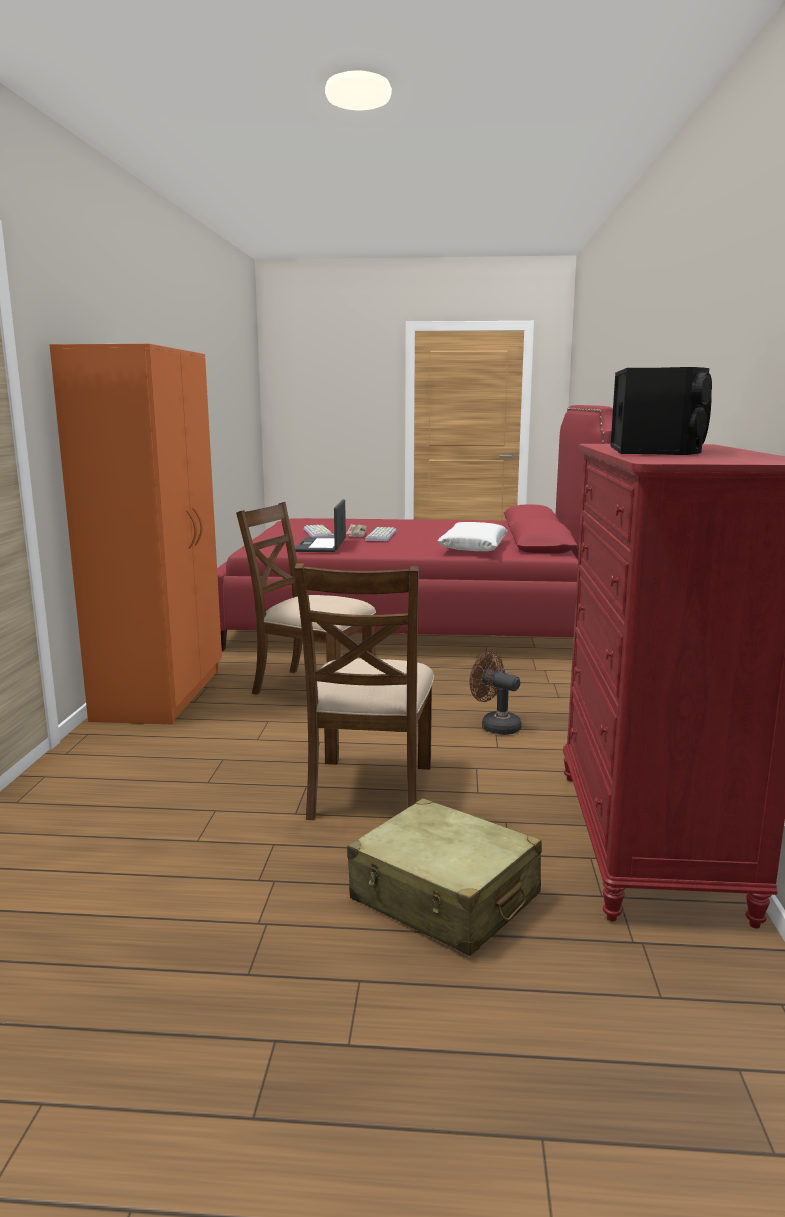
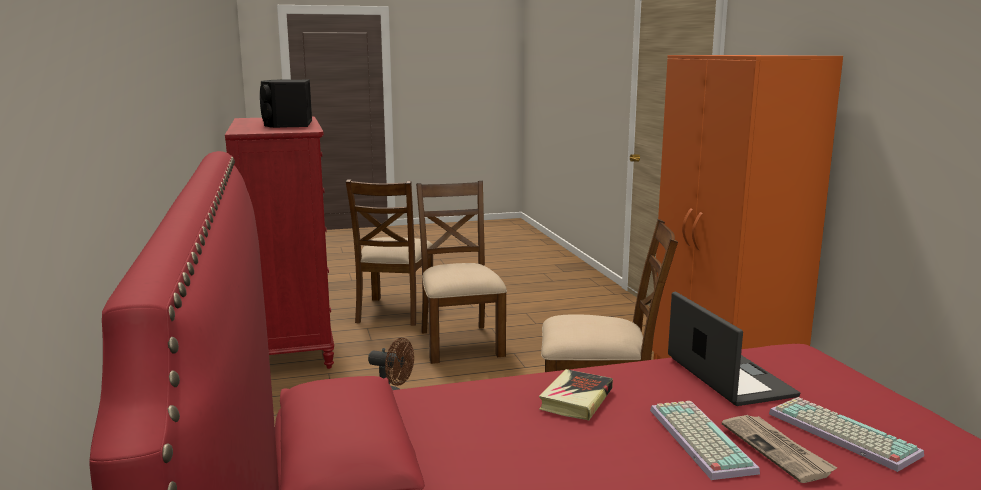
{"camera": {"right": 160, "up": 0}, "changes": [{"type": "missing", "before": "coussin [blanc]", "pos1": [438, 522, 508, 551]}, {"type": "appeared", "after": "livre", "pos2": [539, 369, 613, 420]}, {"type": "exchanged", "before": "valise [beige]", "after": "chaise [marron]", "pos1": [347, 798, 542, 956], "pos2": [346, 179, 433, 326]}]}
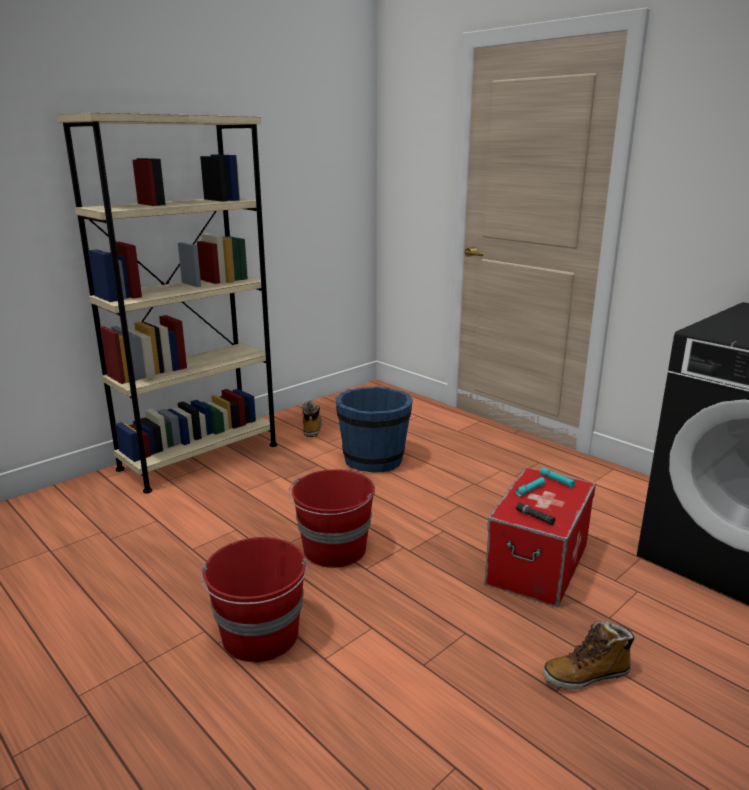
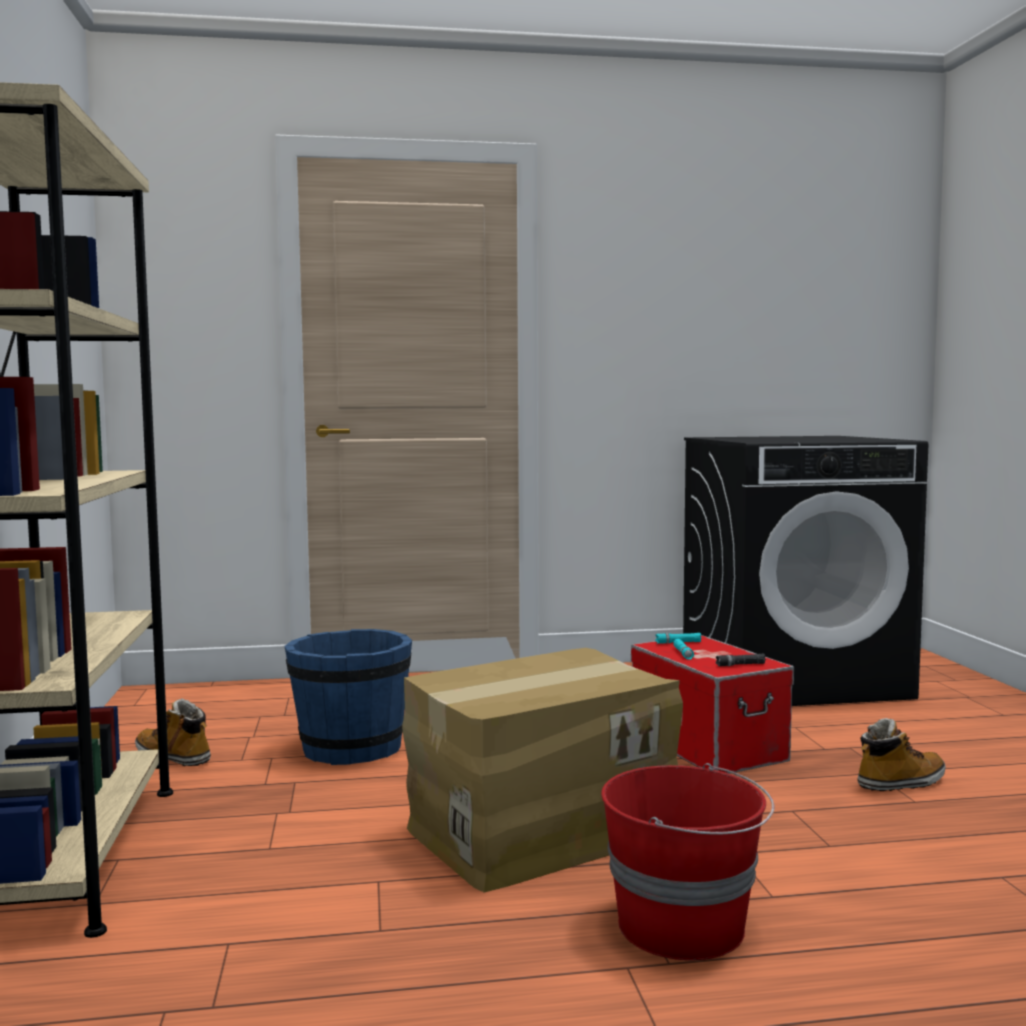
{"camera": {"right": -55, "up": -15}, "changes": [{"type": "exchanged", "before": "seau [rouge]", "after": "carton", "pos1": [288, 469, 375, 568], "pos2": [402, 648, 683, 893]}, {"type": "spun", "before": "botte", "pos1": [543, 621, 635, 690], "pos2": [857, 718, 946, 791], "turn": -135}]}
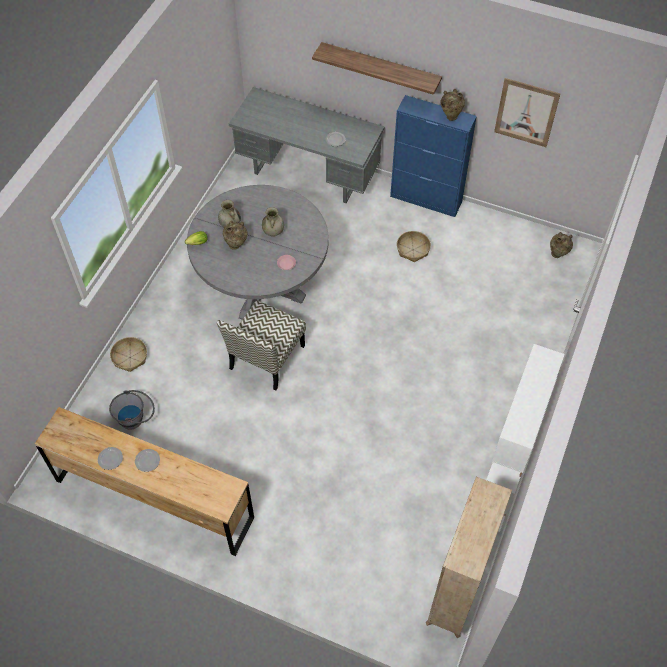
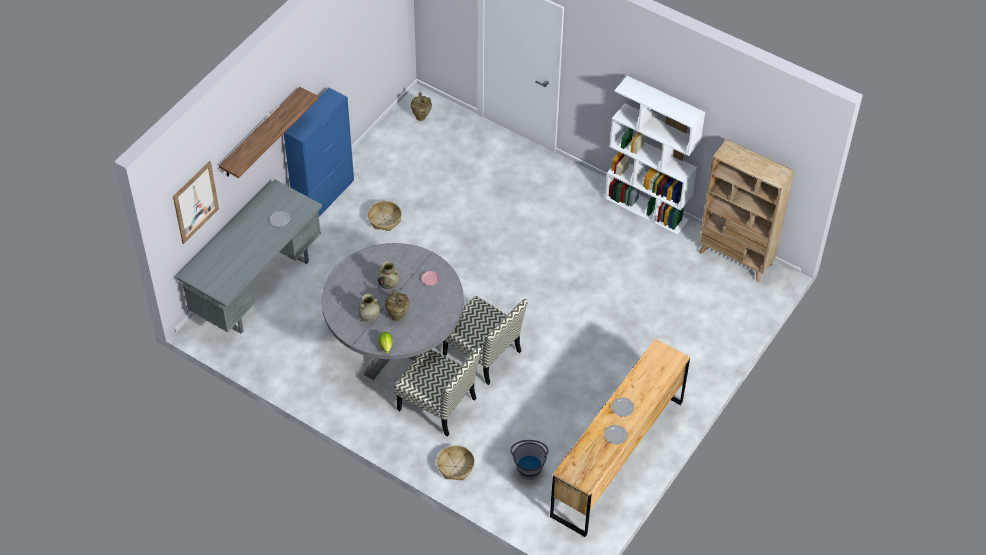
{"camera": {"right": -80, "up": -5}, "changes": [{"type": "missing", "before": "vase [beige]", "pos1": [441, 89, 465, 121]}, {"type": "appeared", "after": "chaise", "pos2": [394, 346, 481, 437]}, {"type": "relocated", "before": "tableau", "pos1": [494, 78, 560, 147], "pos2": [173, 161, 219, 244]}]}
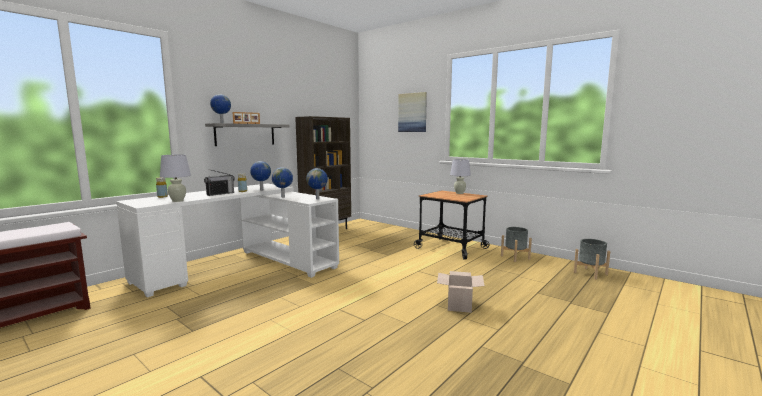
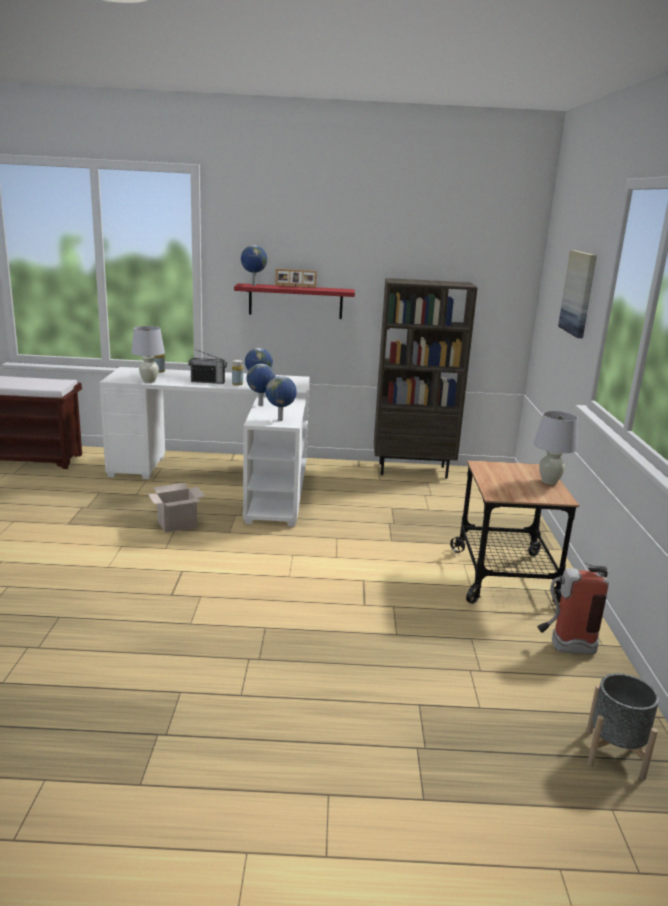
{"camera": {"right": 50, "up": 10}, "changes": [{"type": "relocated", "before": "carton", "pos1": [437, 271, 485, 313], "pos2": [148, 483, 205, 533]}, {"type": "exchanged", "before": "cache-pot [gris]", "after": "extincteur", "pos1": [501, 227, 532, 262], "pos2": [537, 562, 609, 655]}, {"type": "colour", "before": "étagère [gris]", "after": "étagère [rouge]", "pos1": [205, 123, 290, 146], "pos2": [234, 283, 355, 319]}]}
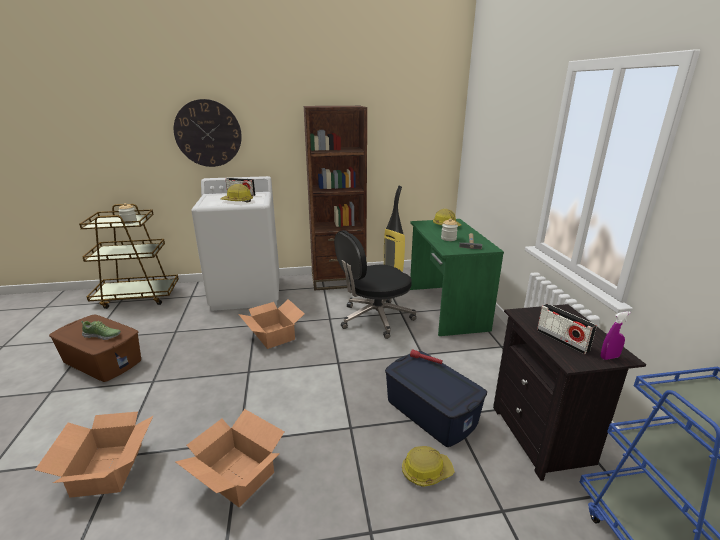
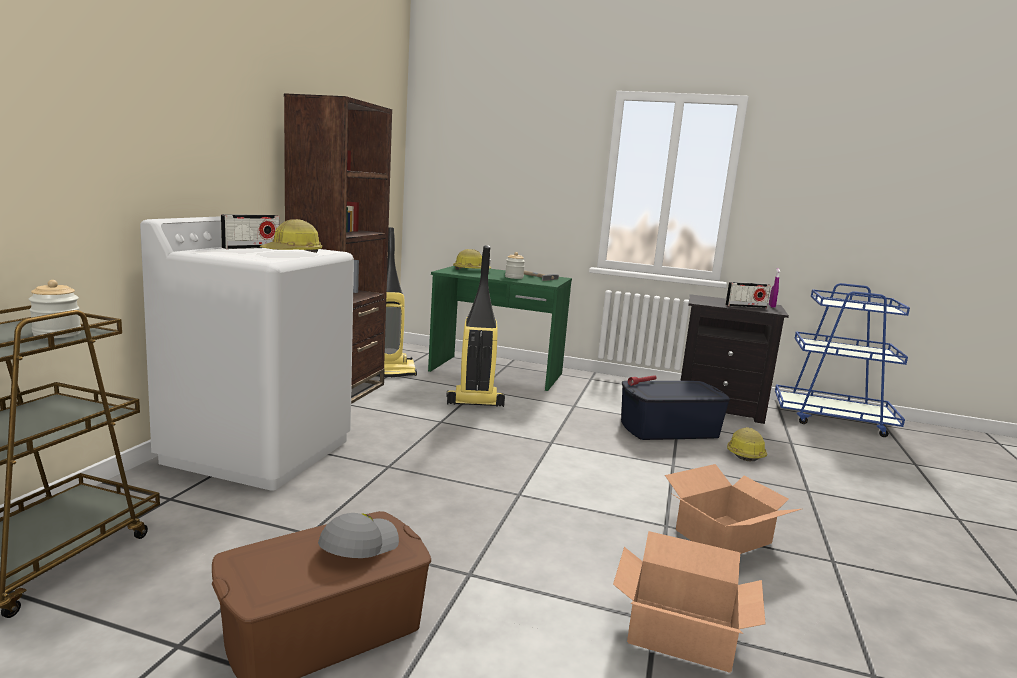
{"camera": {"right": -65, "up": -10}, "changes": [{"type": "missing", "before": "horloge murale", "pos1": [174, 99, 242, 167]}, {"type": "missing", "before": "carton", "pos1": [238, 299, 304, 349]}, {"type": "exchanged", "before": "chaussure", "after": "casquette [gris]", "pos1": [81, 321, 121, 340], "pos2": [318, 513, 399, 558]}, {"type": "exchanged", "before": "chaise de bureau [noir]", "after": "aspirateur", "pos1": [334, 230, 416, 339], "pos2": [446, 245, 505, 407]}]}
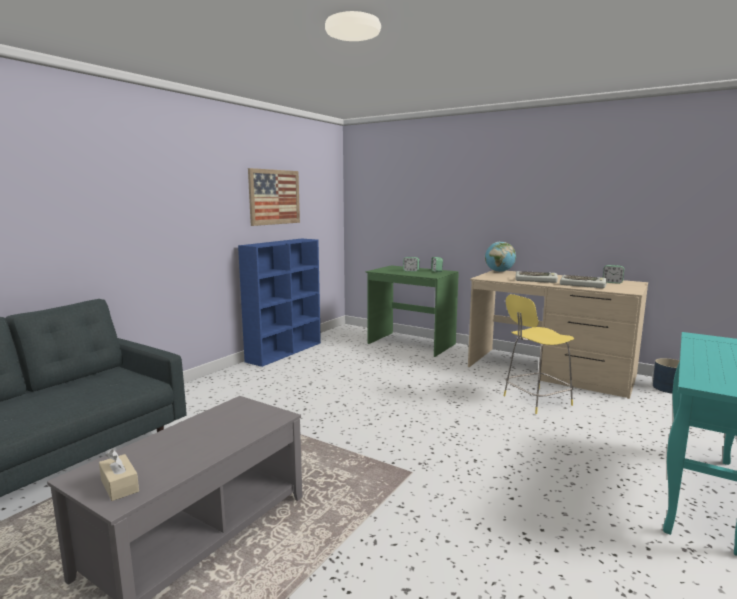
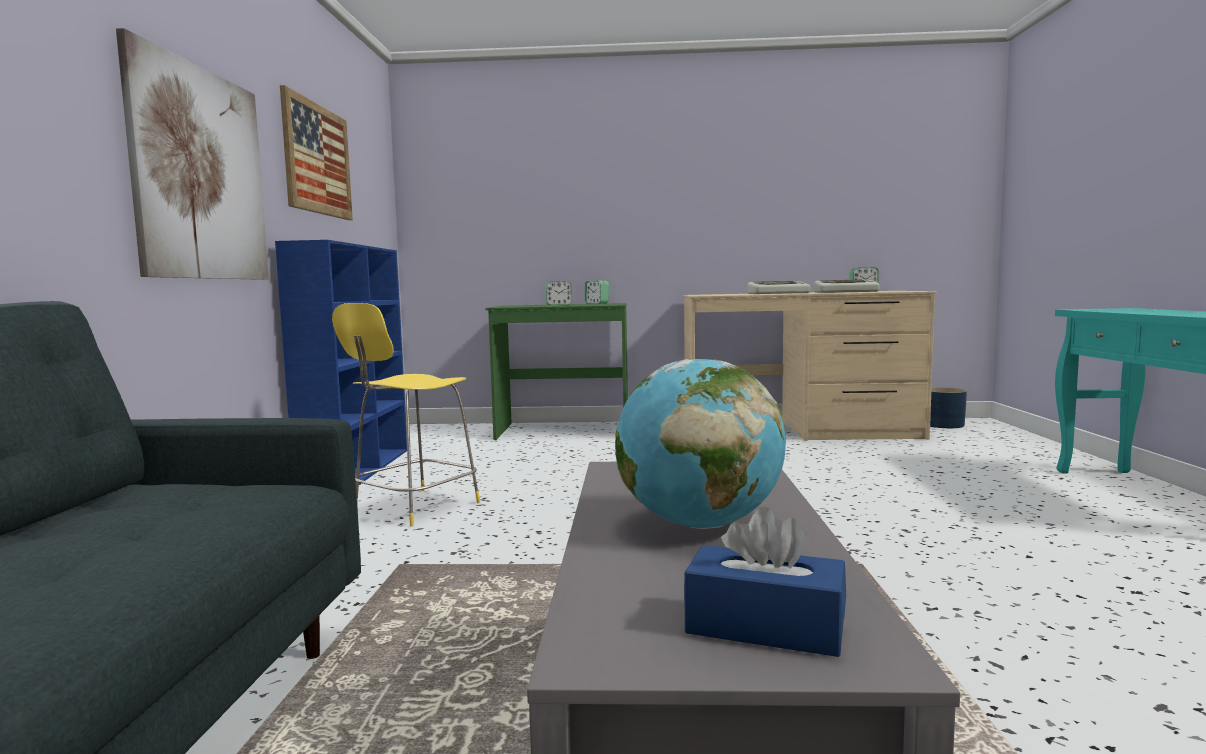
{"camera": {"right": -30, "up": -5}, "changes": [{"type": "appeared", "after": "tableau", "pos2": [116, 28, 269, 280]}, {"type": "relocated", "before": "globe", "pos1": [485, 242, 516, 272], "pos2": [615, 359, 786, 529]}, {"type": "relocated", "before": "tabouret [jaune]", "pos1": [504, 294, 574, 414], "pos2": [332, 303, 480, 527]}, {"type": "colour", "before": "boîte à mouchoirs [beige]", "after": "boîte à mouchoirs [bleu]", "pos1": [99, 449, 139, 501], "pos2": [684, 506, 846, 657]}]}
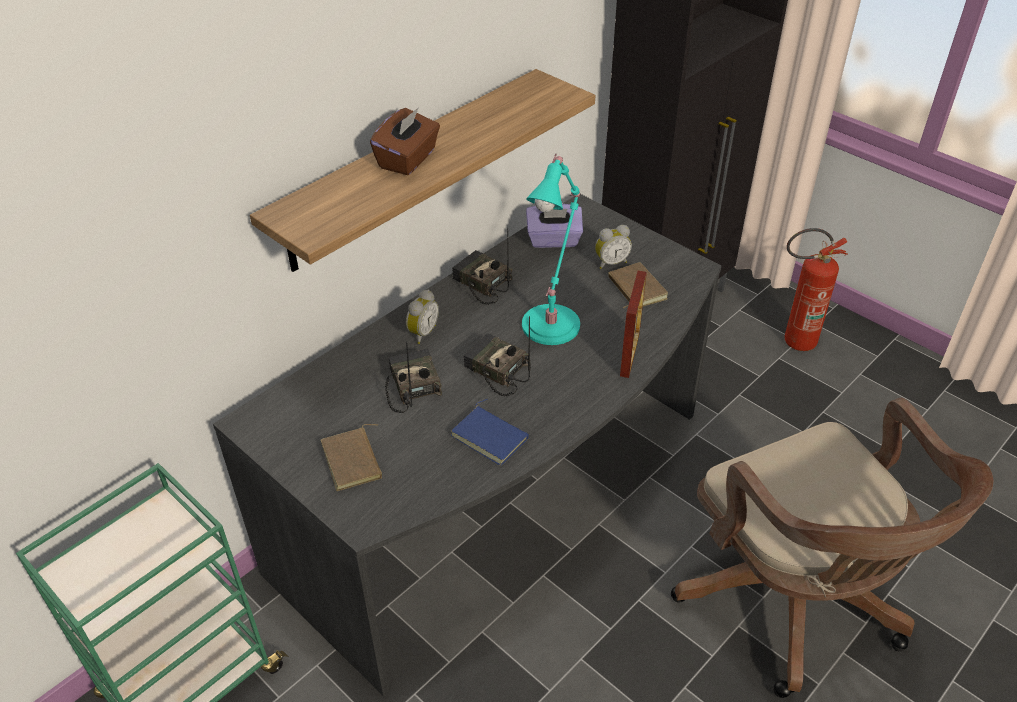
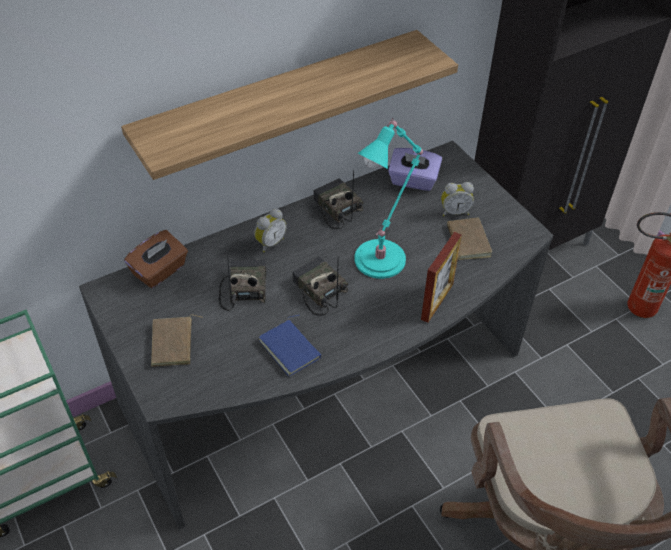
{"camera": {"right": 15, "up": 5}, "changes": [{"type": "relocated", "before": "boîte à mouchoirs [marron]", "pos1": [370, 107, 440, 175], "pos2": [124, 230, 188, 288]}]}
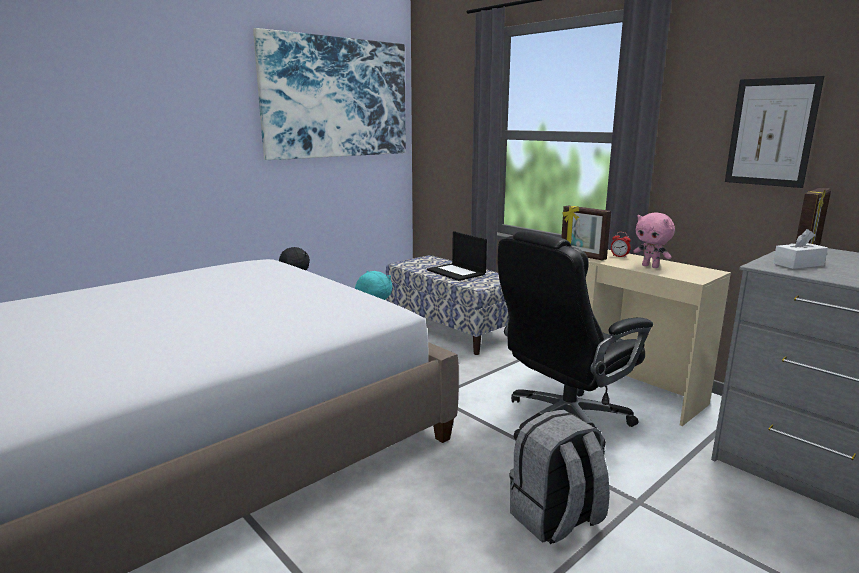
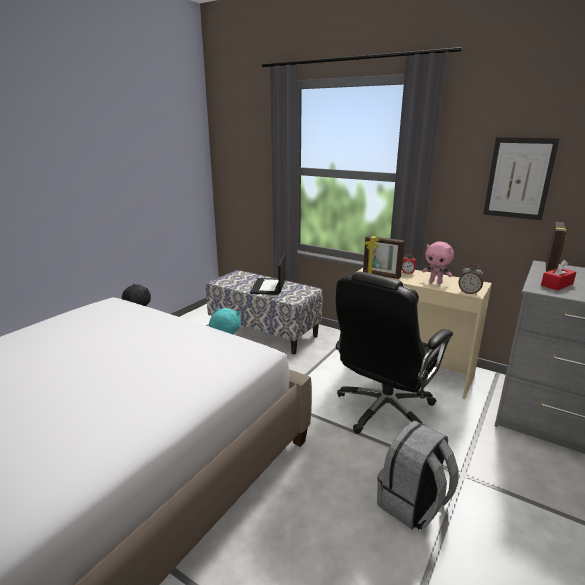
{"camera": {"right": -15, "up": 5}, "changes": [{"type": "missing", "before": "tableau", "pos1": [253, 28, 406, 160]}, {"type": "appeared", "after": "réveil", "pos2": [459, 265, 484, 295]}, {"type": "colour", "before": "boîte à mouchoirs [blanc]", "after": "boîte à mouchoirs [rouge]", "pos1": [773, 229, 828, 269], "pos2": [541, 260, 576, 290]}, {"type": "spun", "before": "ordinateur portable", "pos1": [427, 231, 487, 281], "pos2": [250, 253, 286, 295], "turn": 60}]}
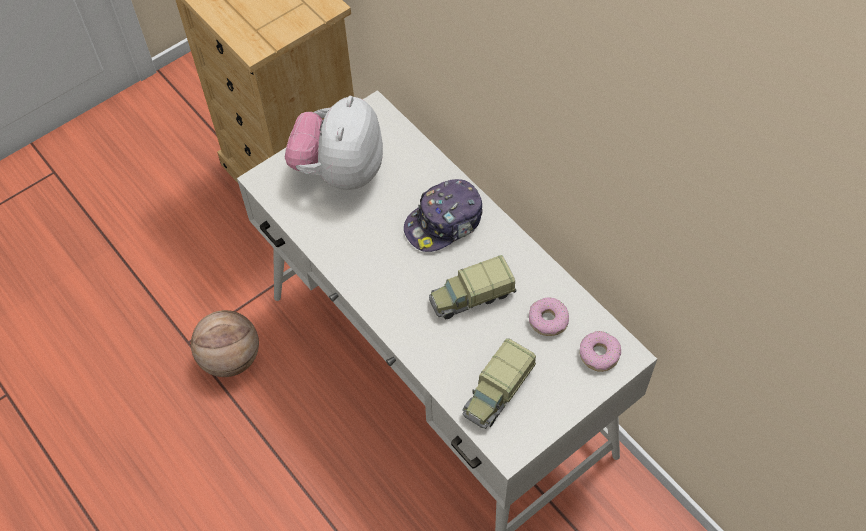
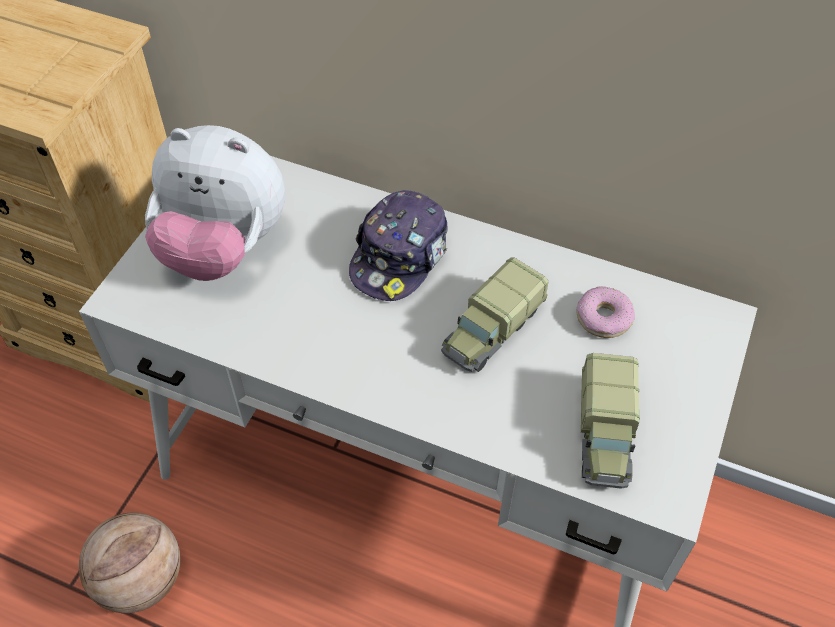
{"camera": {"right": -30, "up": -5}, "changes": [{"type": "missing", "before": "beignet", "pos1": [580, 331, 621, 372]}, {"type": "spun", "before": "peluche", "pos1": [285, 96, 383, 190], "pos2": [145, 125, 285, 281], "turn": -60}]}
